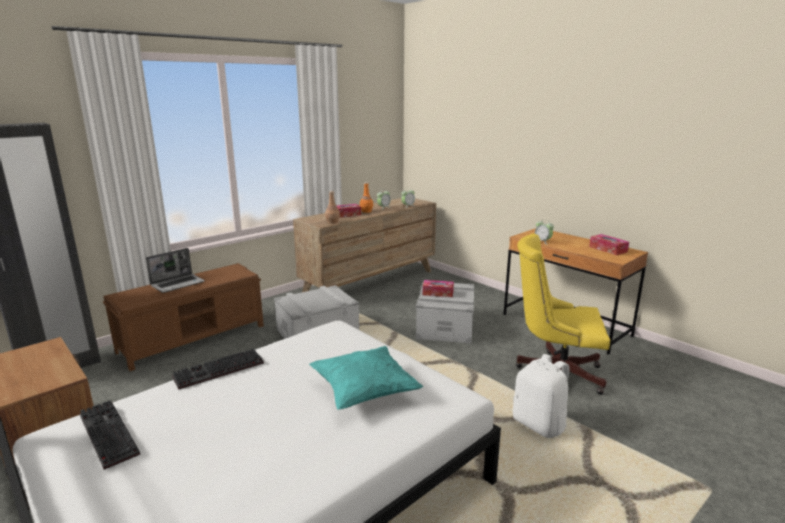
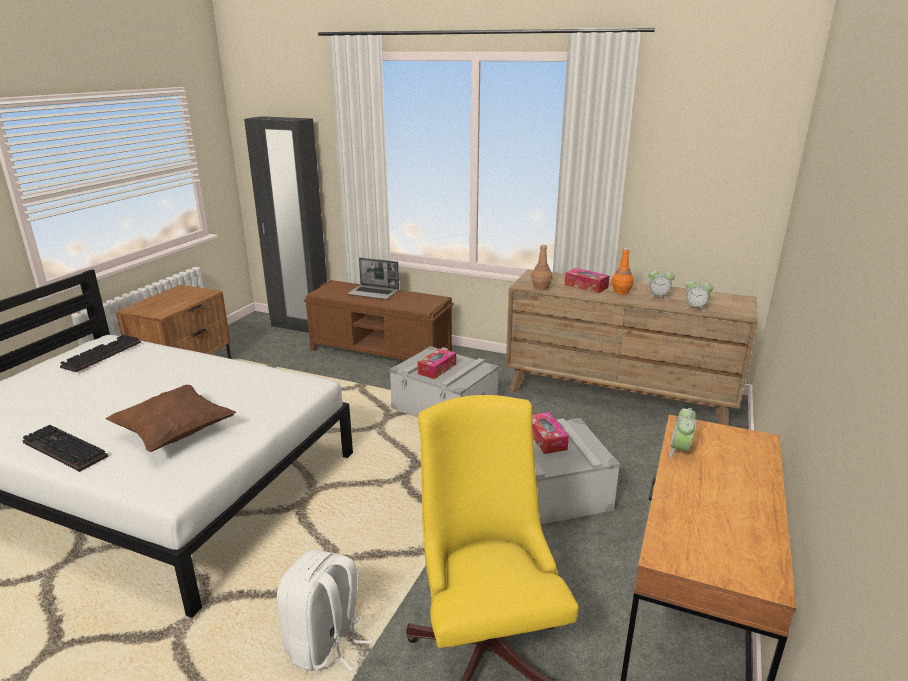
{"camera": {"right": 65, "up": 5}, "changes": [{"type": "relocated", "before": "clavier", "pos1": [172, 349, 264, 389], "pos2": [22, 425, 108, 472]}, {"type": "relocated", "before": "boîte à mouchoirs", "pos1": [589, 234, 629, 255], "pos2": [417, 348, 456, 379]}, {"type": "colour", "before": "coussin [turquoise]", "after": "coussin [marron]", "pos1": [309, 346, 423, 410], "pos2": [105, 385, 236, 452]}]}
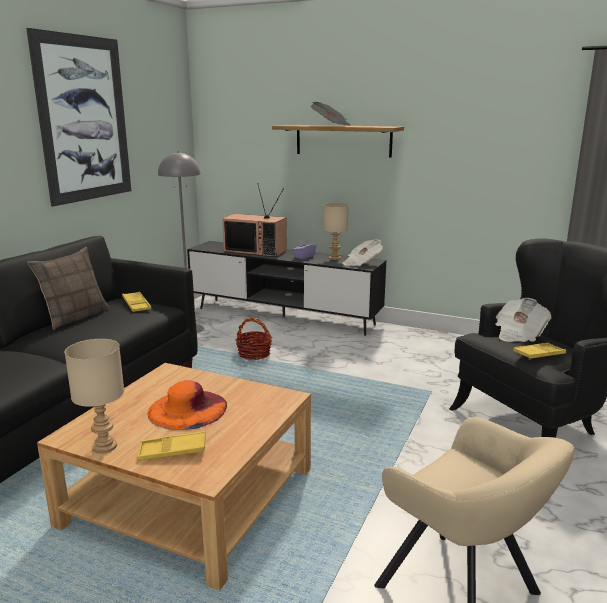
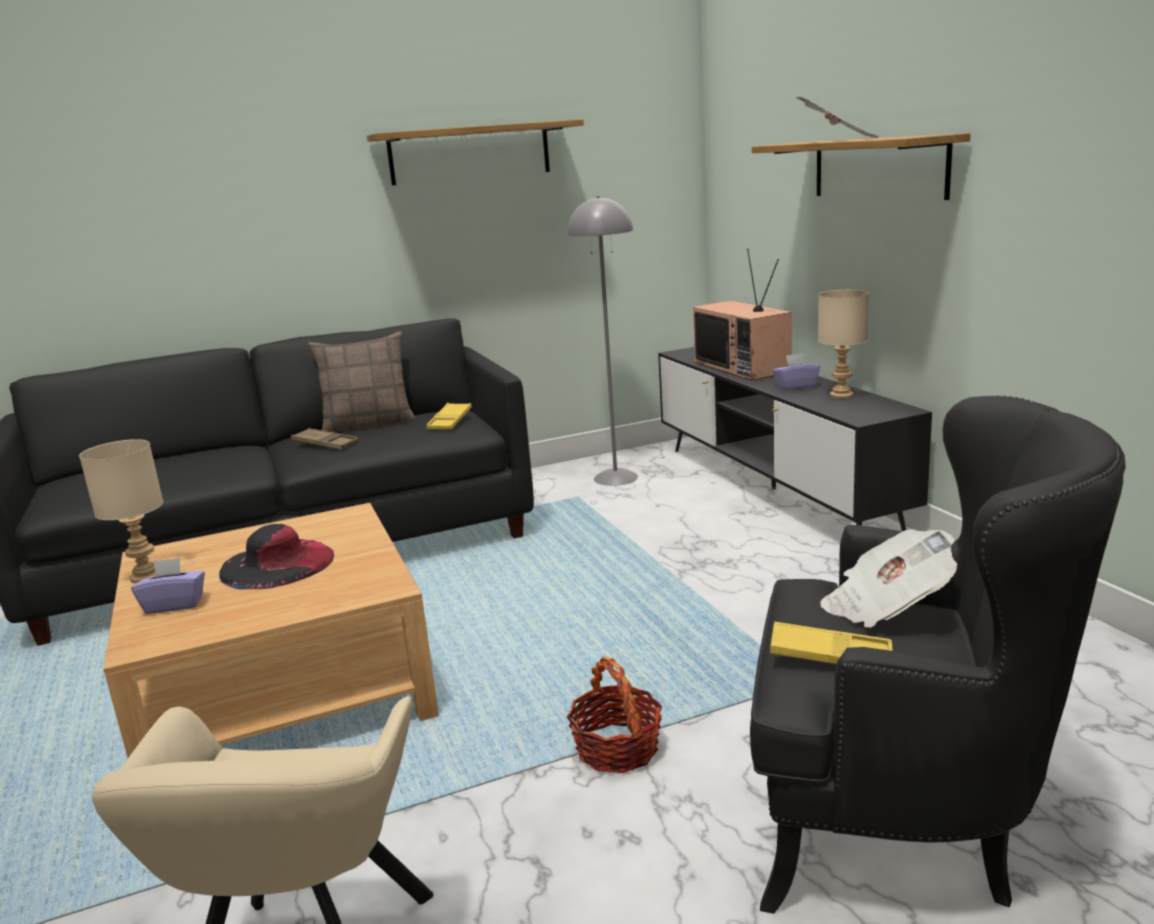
{"camera": {"right": 45, "up": 0}, "changes": [{"type": "missing", "before": "journal", "pos1": [342, 239, 383, 266]}, {"type": "appeared", "after": "plateau [marron]", "pos2": [291, 428, 358, 449]}, {"type": "relocated", "before": "panier", "pos1": [235, 318, 272, 360], "pos2": [567, 657, 663, 773]}, {"type": "exchanged", "before": "tableau", "after": "étagère", "pos1": [26, 28, 131, 207], "pos2": [367, 119, 584, 185]}, {"type": "exchanged", "before": "plateau [jaune]", "after": "boîte à mouchoirs [violet]", "pos1": [137, 431, 206, 461], "pos2": [131, 558, 205, 614]}, {"type": "colour", "before": "chapeau [orange]", "after": "chapeau [noir]", "pos1": [147, 380, 227, 430], "pos2": [219, 524, 334, 589]}]}
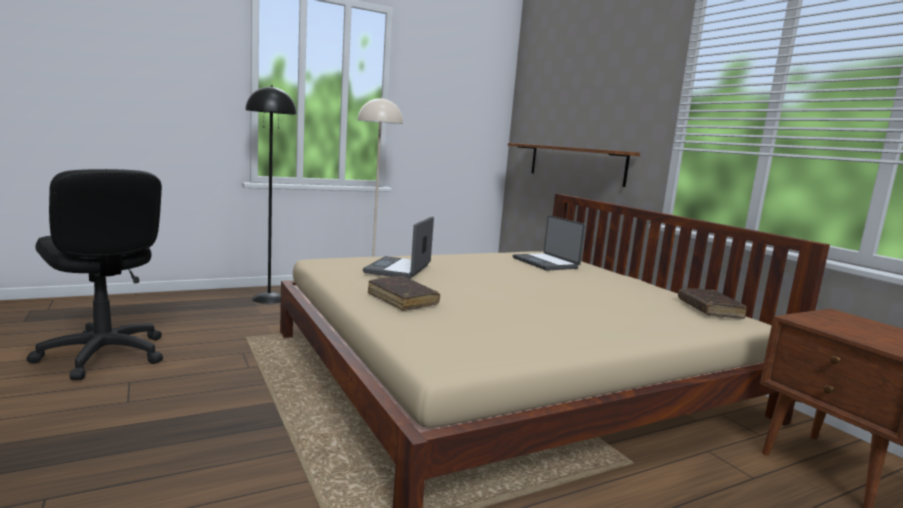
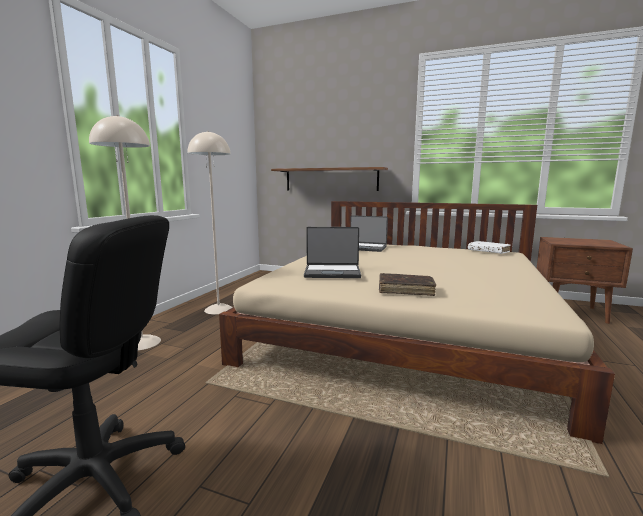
{"camera": {"right": -40, "up": 0}, "changes": [{"type": "colour", "before": "lampadaire [noir]", "after": "lampadaire [beige]", "pos1": [245, 85, 297, 304], "pos2": [89, 115, 161, 350]}, {"type": "colour", "before": "livre [marron]", "after": "livre [blanc]", "pos1": [678, 288, 747, 319], "pos2": [468, 241, 511, 254]}, {"type": "spun", "before": "ordinateur portable", "pos1": [363, 217, 434, 279], "pos2": [304, 227, 361, 278], "turn": -60}]}
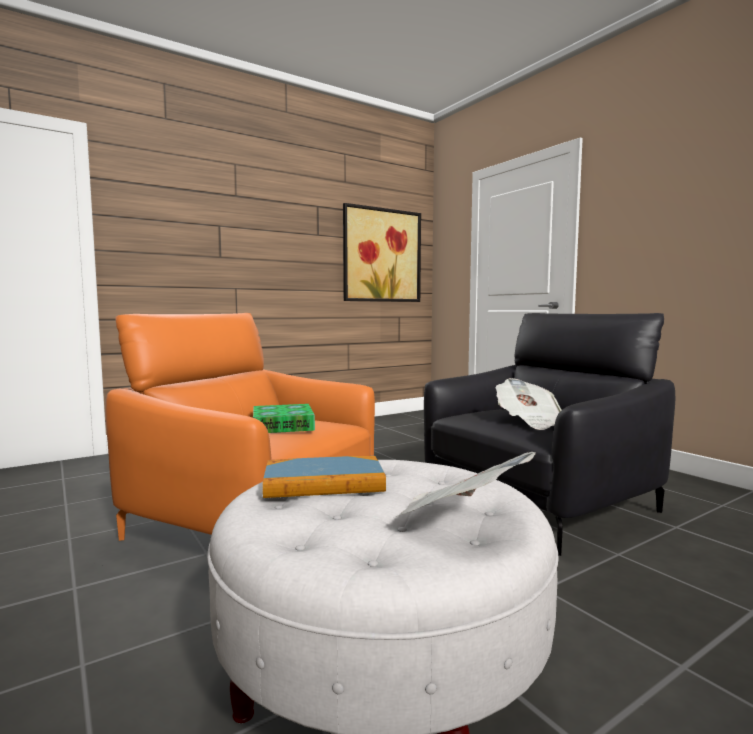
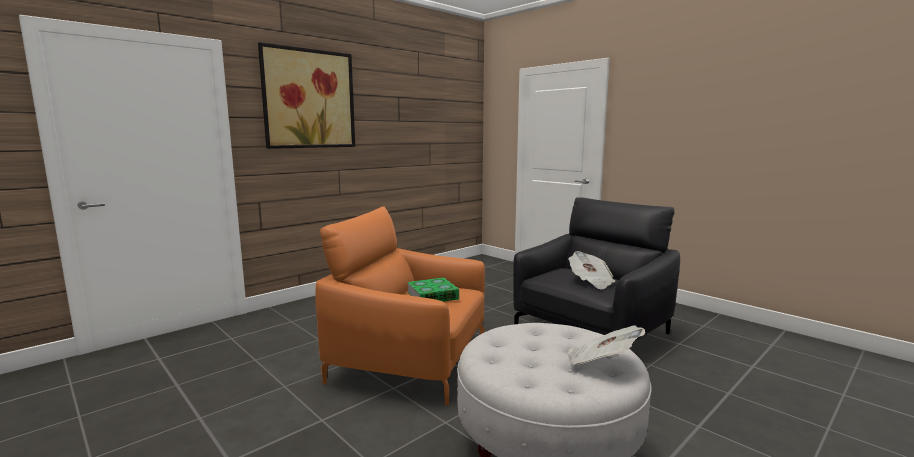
{"camera": {"right": -10, "up": 5}, "changes": [{"type": "missing", "before": "livre", "pos1": [263, 456, 386, 498]}, {"type": "relocated", "before": "tableau", "pos1": [343, 203, 421, 302], "pos2": [258, 42, 355, 149]}]}
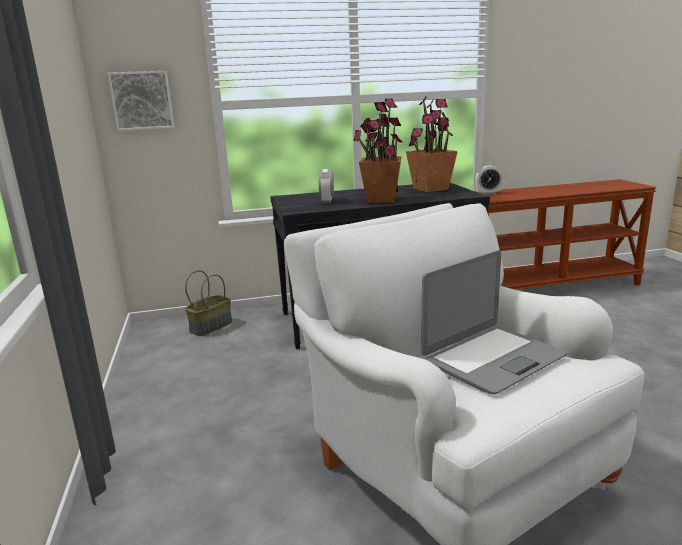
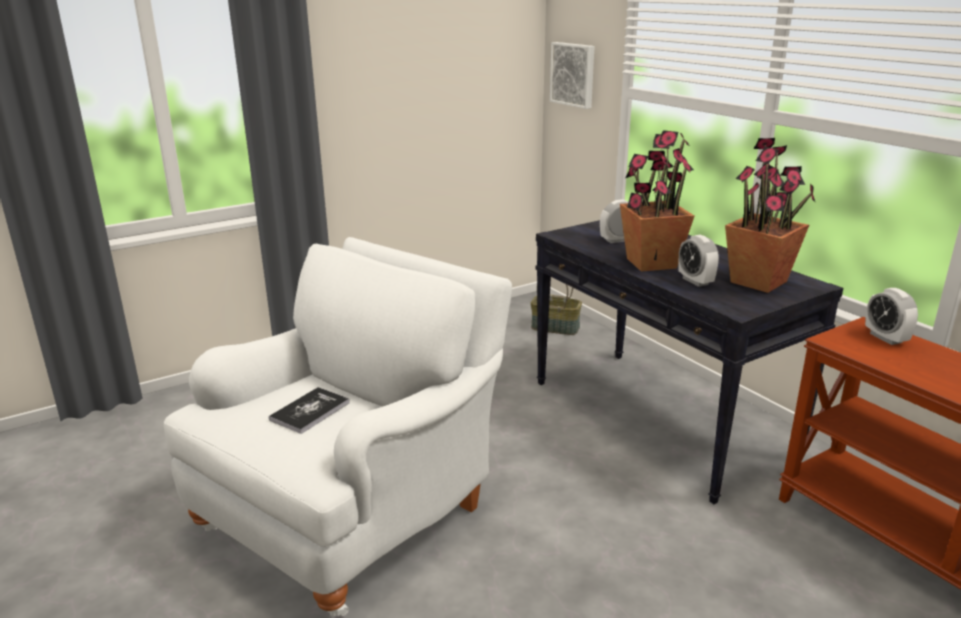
{"camera": {"right": 70, "up": 5}, "changes": [{"type": "appeared", "after": "réveil", "pos2": [678, 235, 719, 287]}, {"type": "exchanged", "before": "ordinateur portable", "after": "livre", "pos1": [421, 250, 567, 394], "pos2": [269, 387, 350, 434]}]}
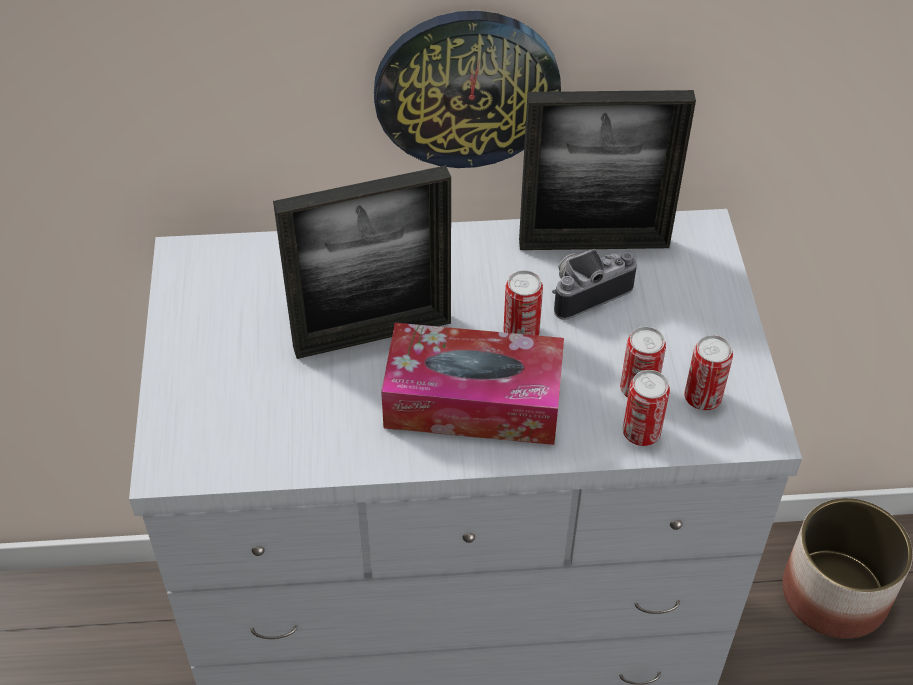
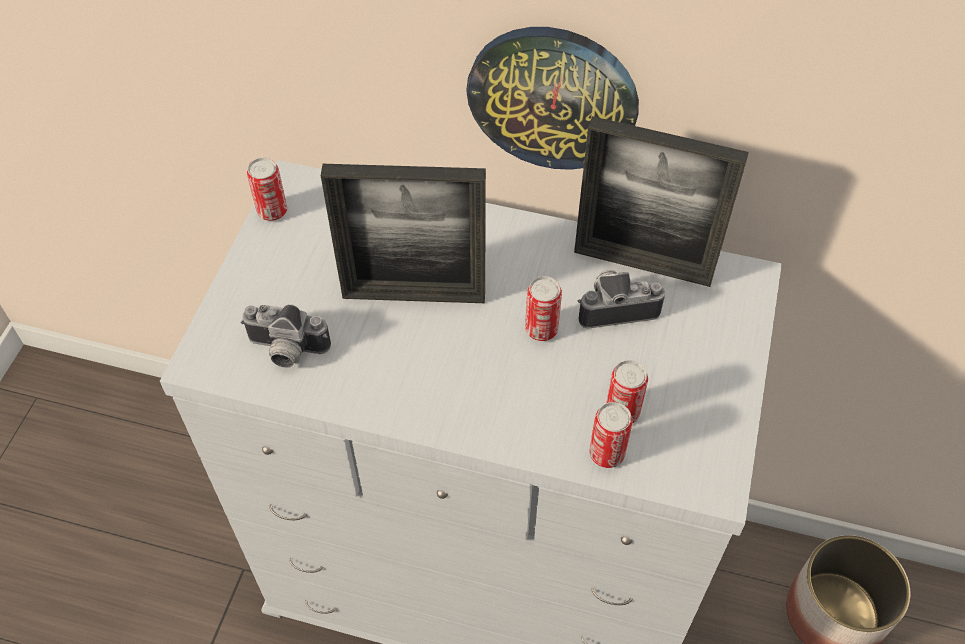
{"camera": {"right": 20, "up": 5}, "changes": [{"type": "missing", "before": "boîte à mouchoirs", "pos1": [381, 323, 564, 445]}, {"type": "appeared", "after": "appareil photo", "pos2": [241, 305, 331, 368]}, {"type": "relocated", "before": "boîte métallique", "pos1": [684, 335, 733, 410], "pos2": [247, 158, 287, 221]}]}
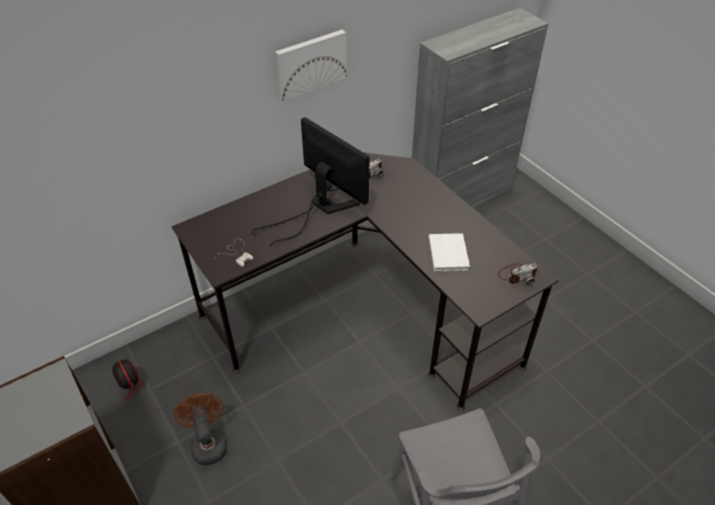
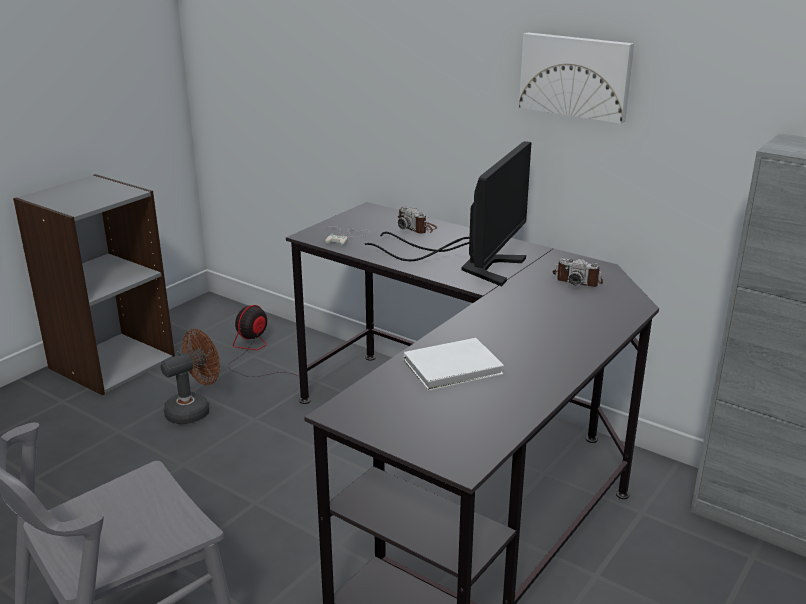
{"camera": {"right": 70, "up": -20}, "changes": [{"type": "relocated", "before": "appareil photo", "pos1": [498, 263, 538, 285], "pos2": [398, 206, 437, 234]}]}
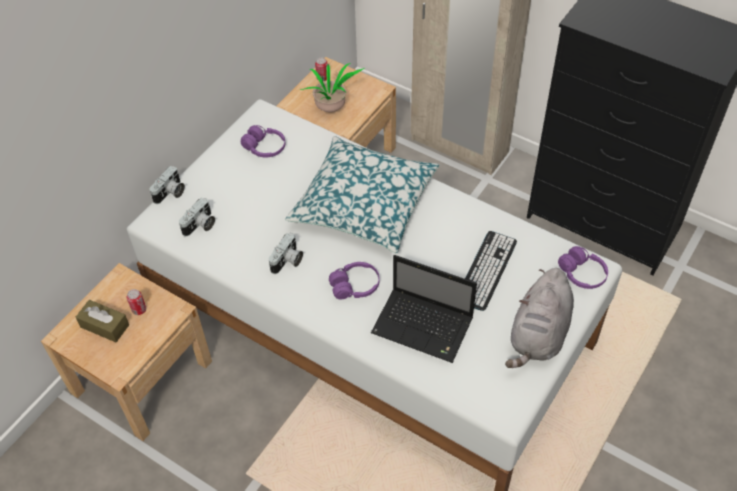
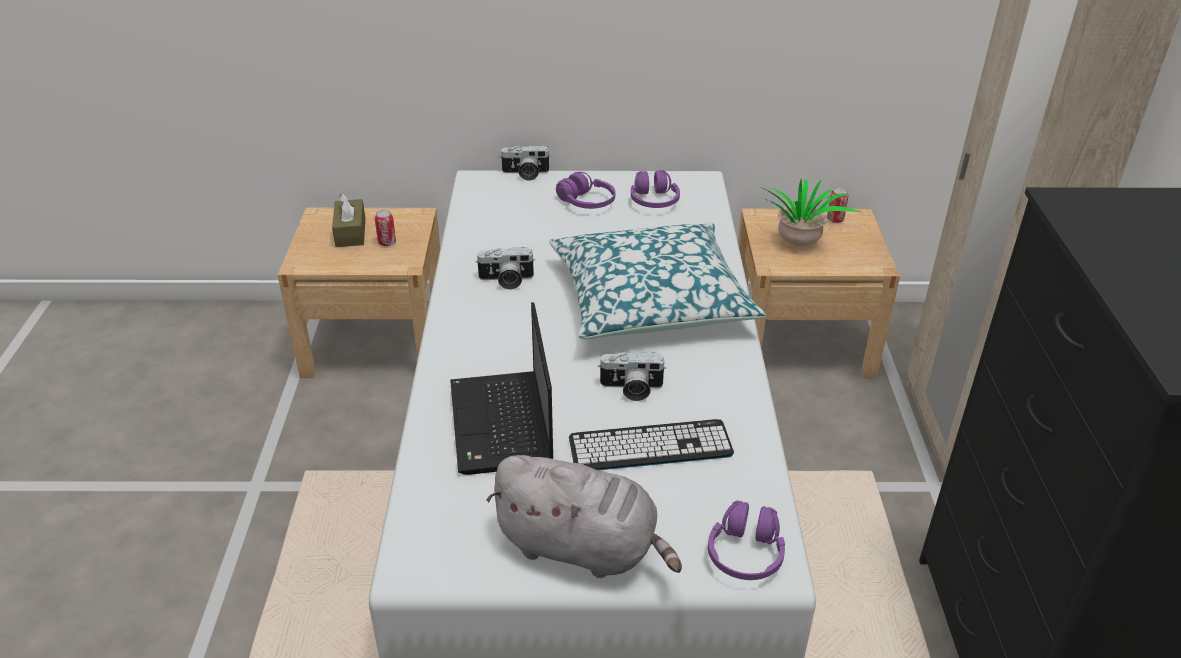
{"camera": {"right": 55, "up": -15}, "changes": [{"type": "relocated", "before": "appareil photo", "pos1": [179, 198, 215, 236], "pos2": [598, 352, 667, 401]}, {"type": "relocated", "before": "casque audio [violet]", "pos1": [329, 262, 380, 300], "pos2": [556, 172, 615, 209]}, {"type": "spun", "before": "peluche [gris]", "pos1": [505, 268, 574, 368], "pos2": [486, 455, 682, 578], "turn": -150}]}
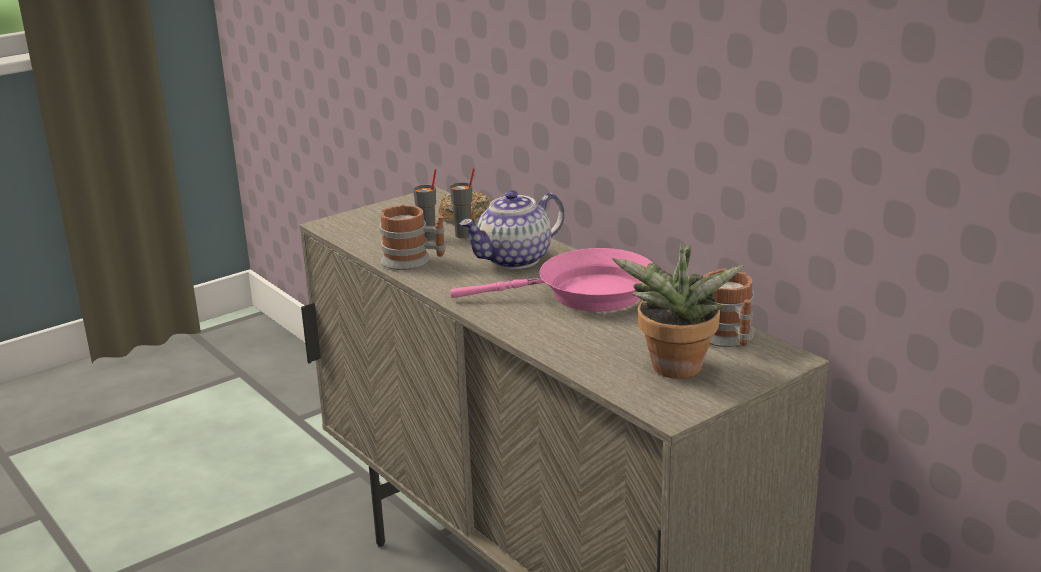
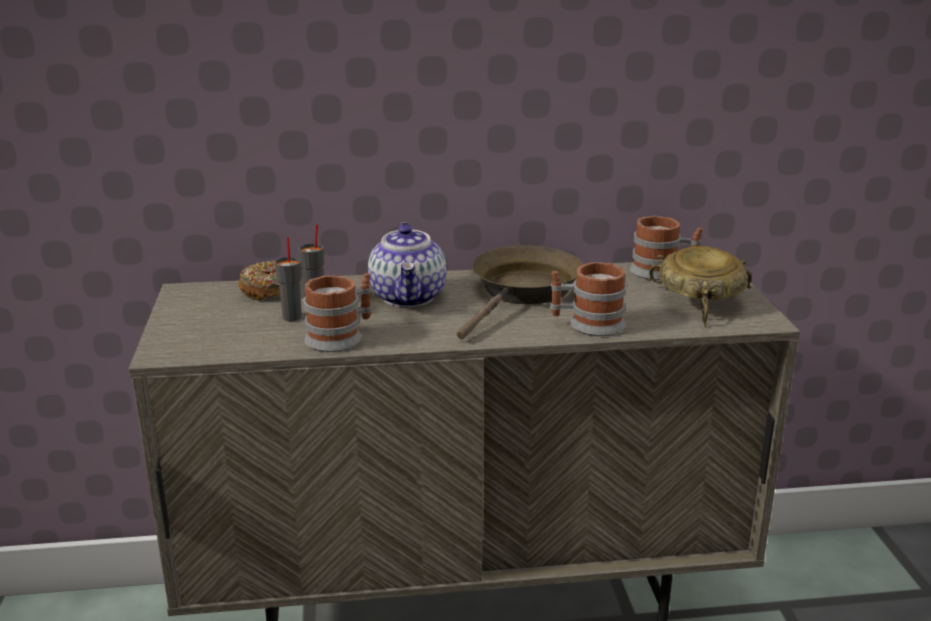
{"camera": {"right": -60, "up": 0}, "changes": [{"type": "appeared", "after": "mug", "pos2": [550, 262, 626, 336]}, {"type": "exchanged", "before": "plante en pot", "after": "bol [beige]", "pos1": [612, 242, 744, 379], "pos2": [647, 246, 752, 327]}, {"type": "colour", "before": "poêle [rose]", "after": "poêle [marron]", "pos1": [451, 248, 652, 312], "pos2": [456, 246, 583, 339]}]}
